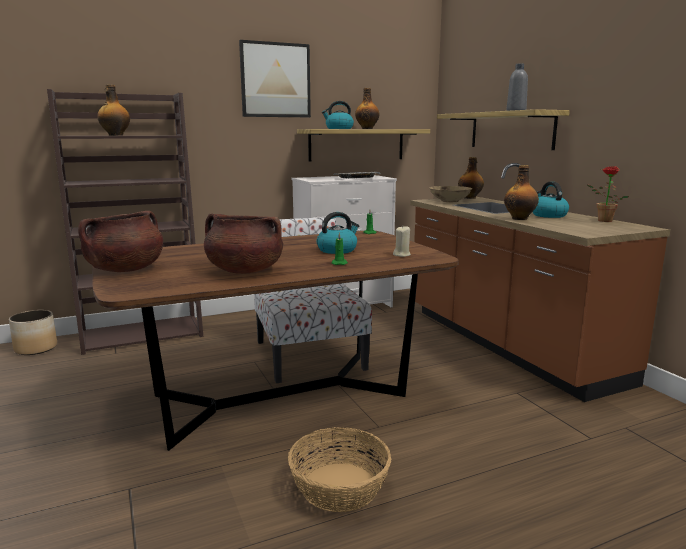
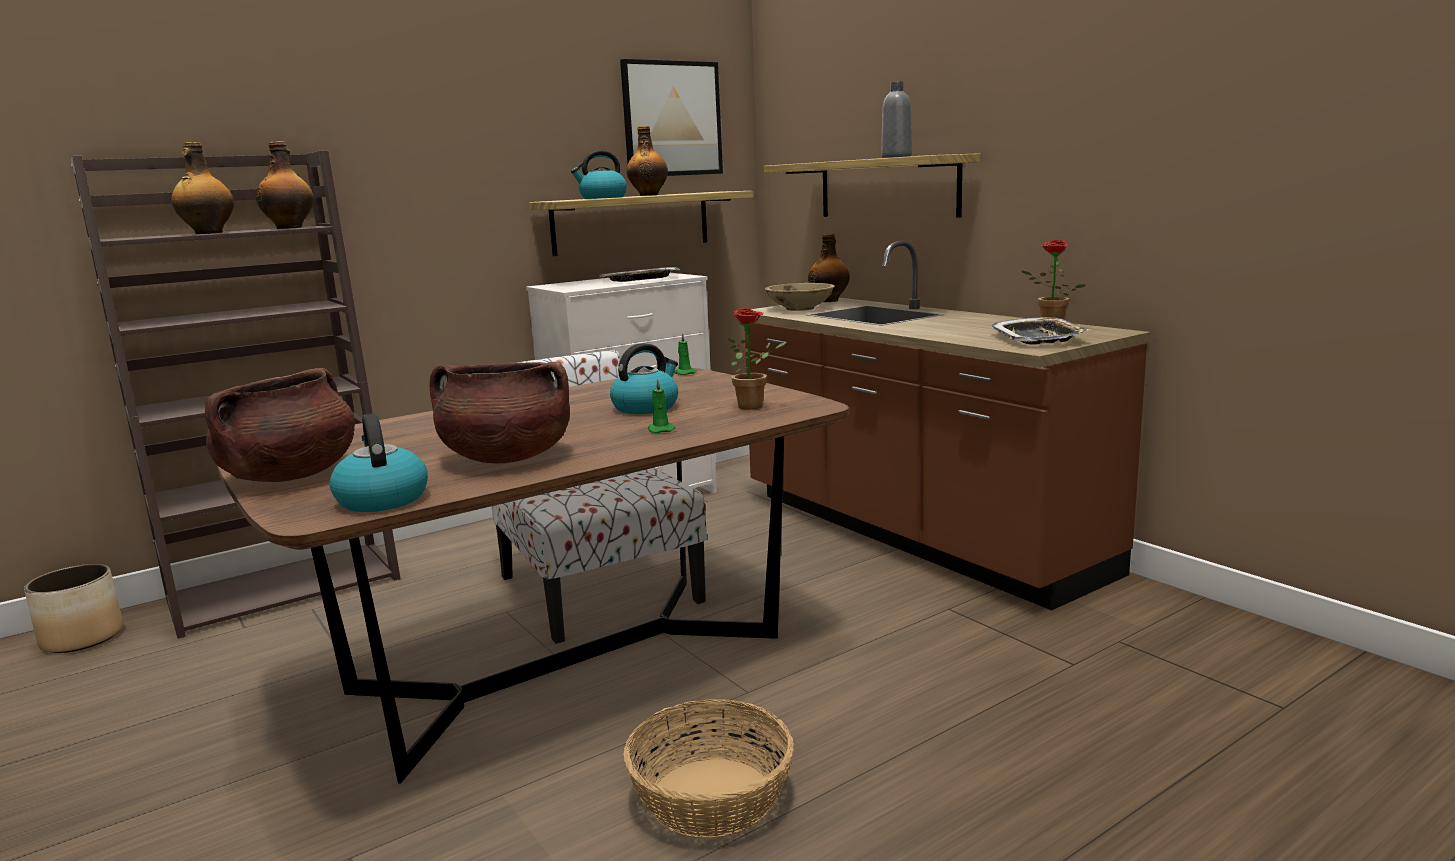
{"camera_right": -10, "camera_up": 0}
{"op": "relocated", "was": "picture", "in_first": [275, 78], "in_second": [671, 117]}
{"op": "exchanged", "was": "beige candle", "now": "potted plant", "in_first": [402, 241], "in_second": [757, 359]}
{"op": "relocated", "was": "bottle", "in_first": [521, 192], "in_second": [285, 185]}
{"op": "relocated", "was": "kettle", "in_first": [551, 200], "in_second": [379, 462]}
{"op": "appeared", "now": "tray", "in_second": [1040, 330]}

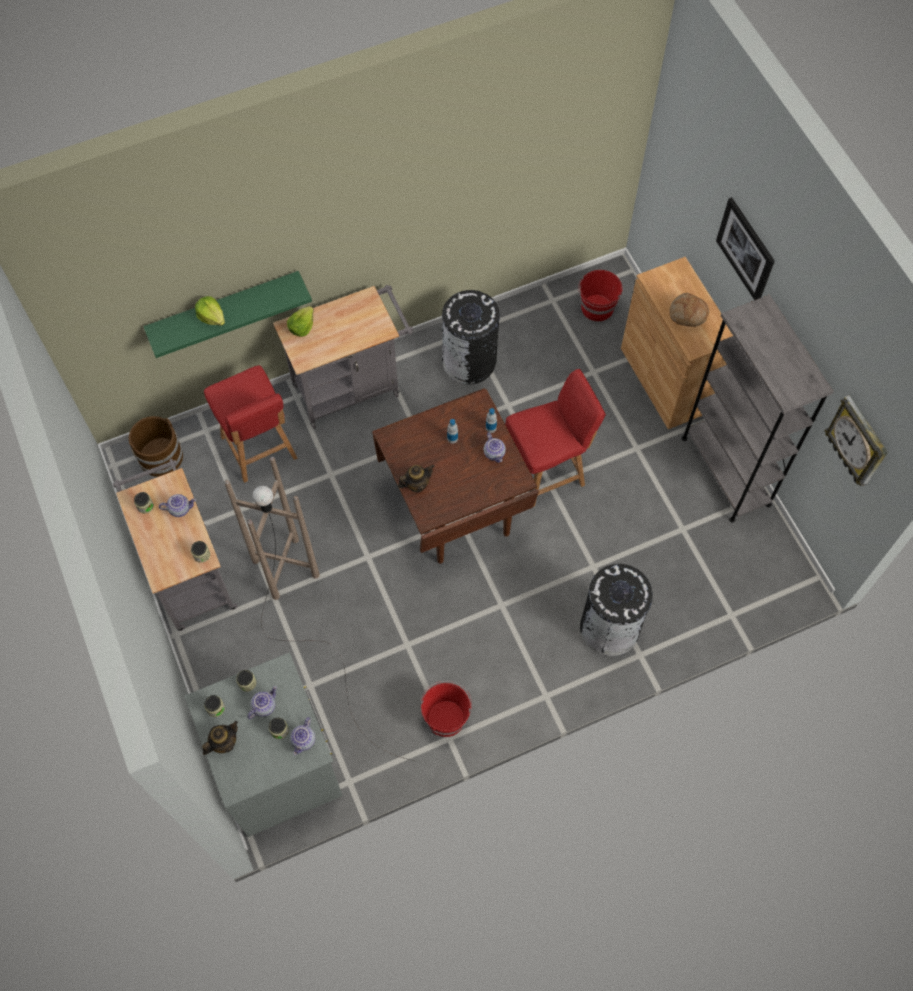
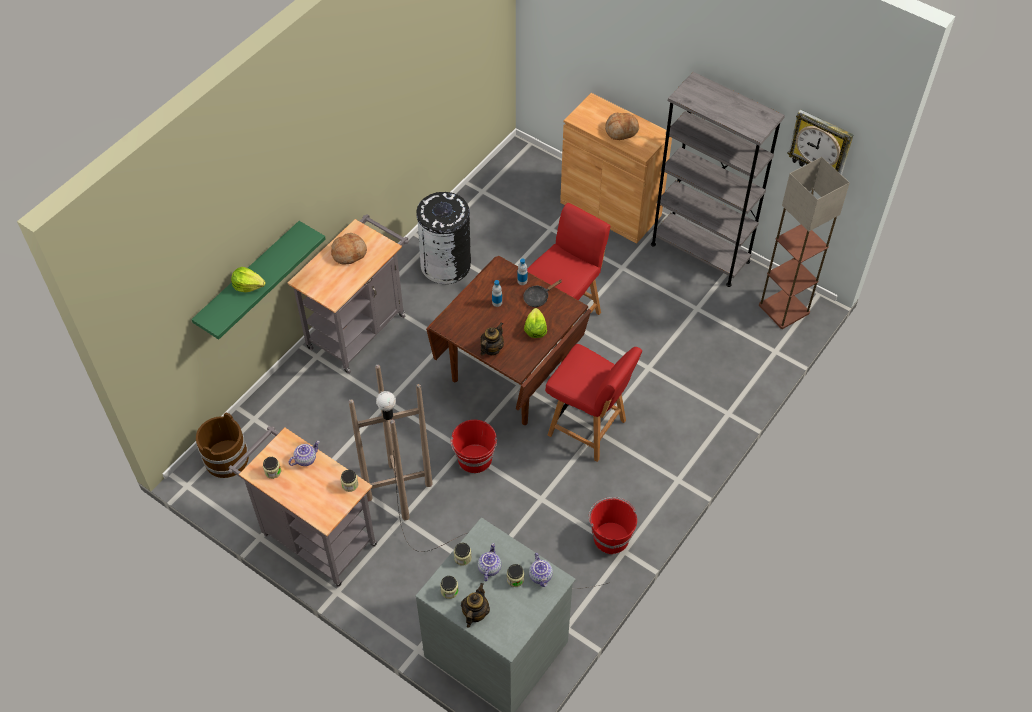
{"camera_right": -30, "camera_up": -10}
{"op": "relocated", "was": "red chair", "in_first": [250, 424], "in_second": [593, 403]}
{"op": "relocated", "was": "lettuce", "in_first": [300, 321], "in_second": [535, 323]}
{"op": "exchanged", "was": "teapot", "now": "black frying pan", "in_first": [495, 447], "in_second": [542, 293]}
{"op": "relocated", "was": "red bucket", "in_first": [600, 295], "in_second": [474, 446]}
{"op": "missing", "was": "black trash can", "in_first": [617, 610]}
{"op": "missing", "was": "picture", "in_first": [745, 248]}
{"op": "appeared", "now": "bread", "in_second": [349, 249]}
{"op": "appeared", "now": "floor lamp", "in_second": [804, 243]}

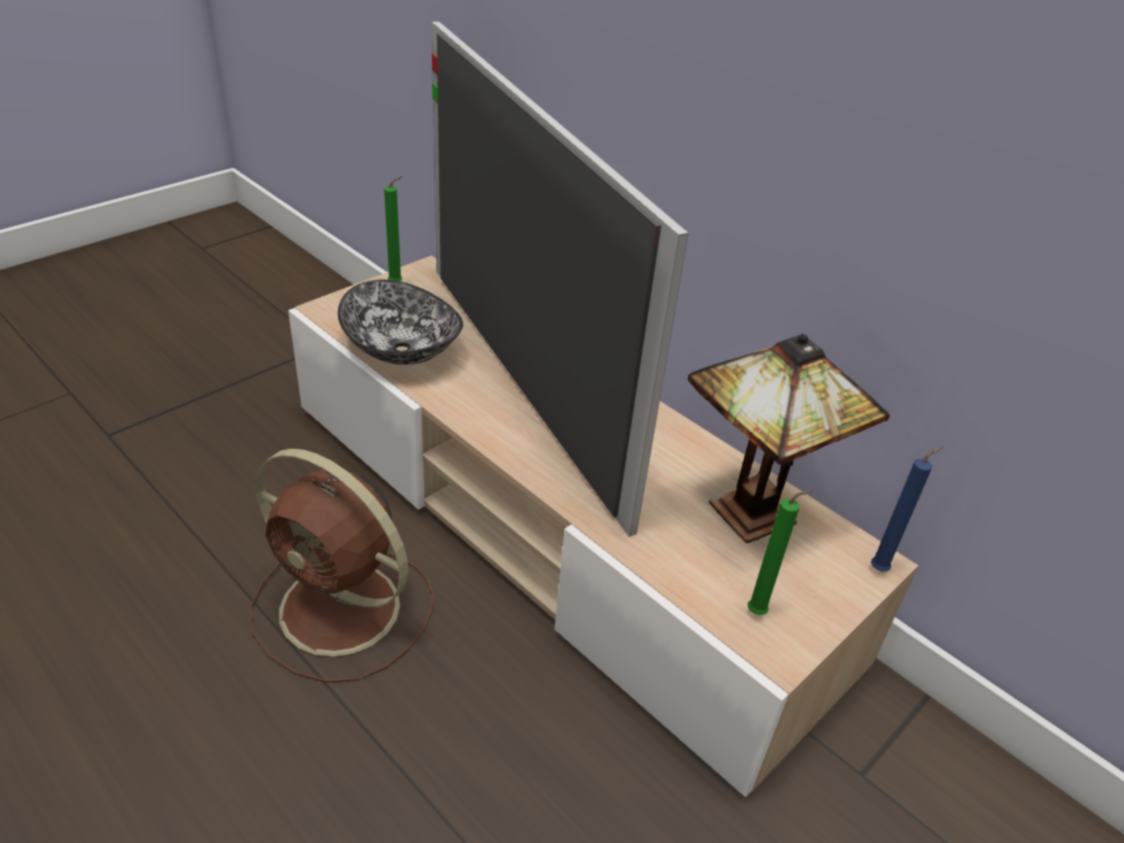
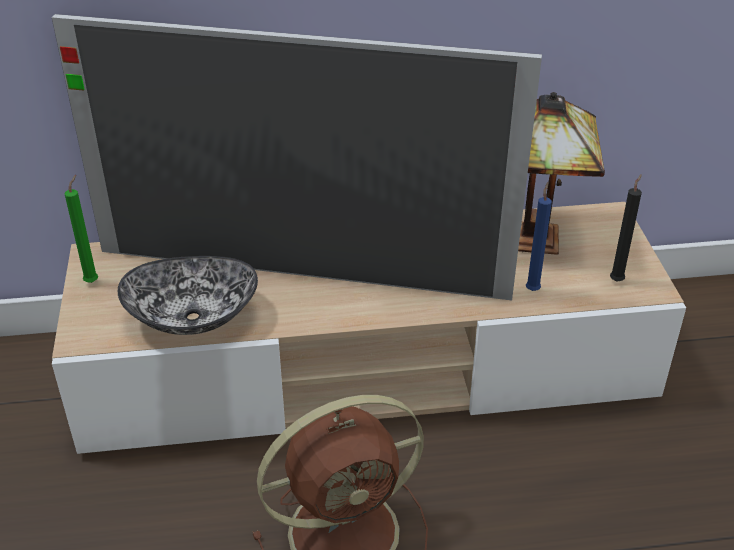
{"camera_right": -50, "camera_up": 0}
{"op": "colour", "was": "green candle", "now": "black candle", "in_first": [780, 552], "in_second": [626, 228]}
{"op": "relocated", "was": "blue candle", "in_first": [907, 509], "in_second": [539, 236]}

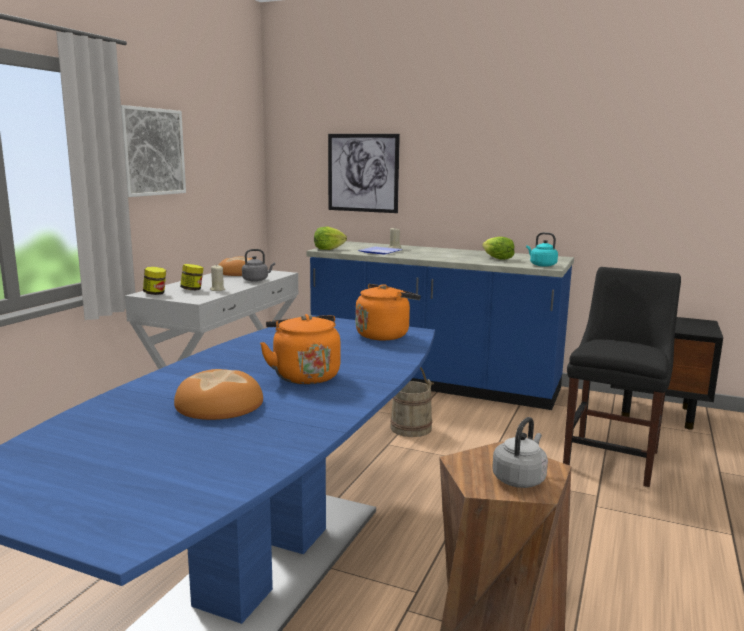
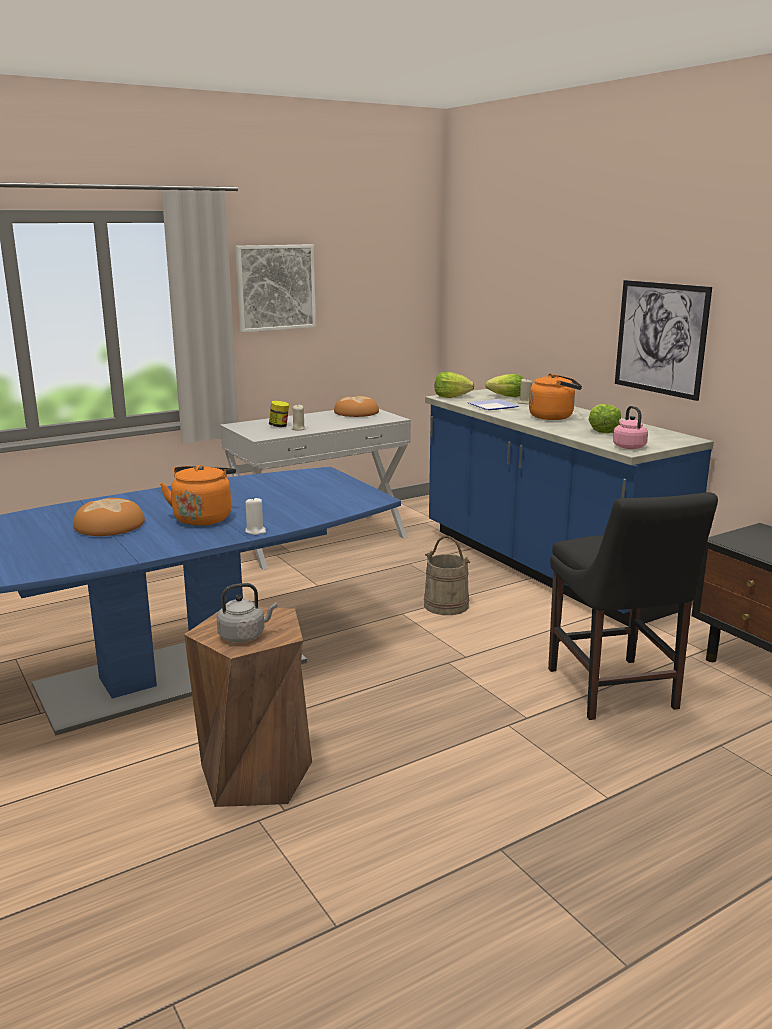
{"camera_right": 35, "camera_up": 5}
{"op": "missing", "was": "jar", "in_first": [154, 281]}
{"op": "missing", "was": "grey kettle", "in_first": [258, 265]}
{"op": "relocated", "was": "picture", "in_first": [364, 173], "in_second": [663, 340]}
{"op": "relocated", "was": "orange kettle", "in_first": [388, 312], "in_second": [555, 397]}
{"op": "colour", "was": "turquoise kettle", "now": "pink kettle", "in_first": [542, 249], "in_second": [630, 427]}
{"op": "spun", "was": "black chair", "in_first": [622, 377], "in_second": [633, 606], "clockwise": 105}
{"op": "appeared", "now": "white candle", "in_second": [255, 516]}
{"op": "appeared", "now": "lettuce", "in_second": [504, 385]}

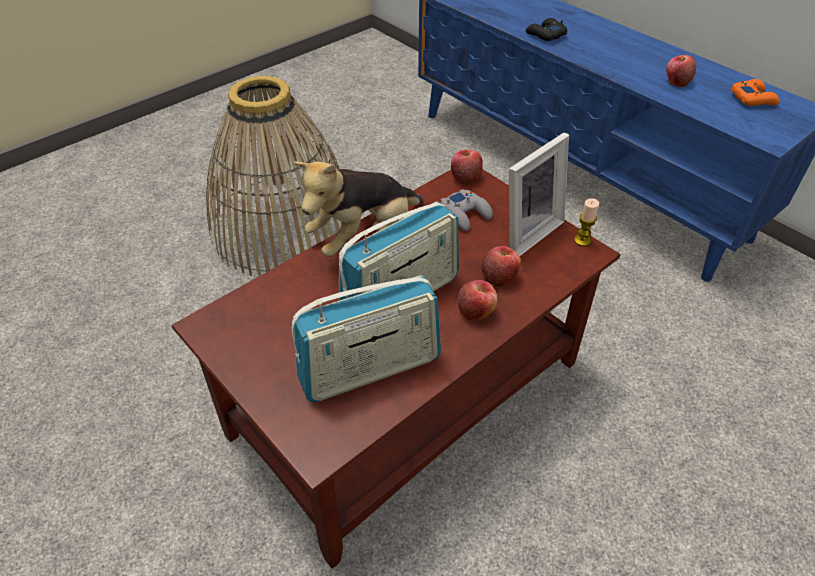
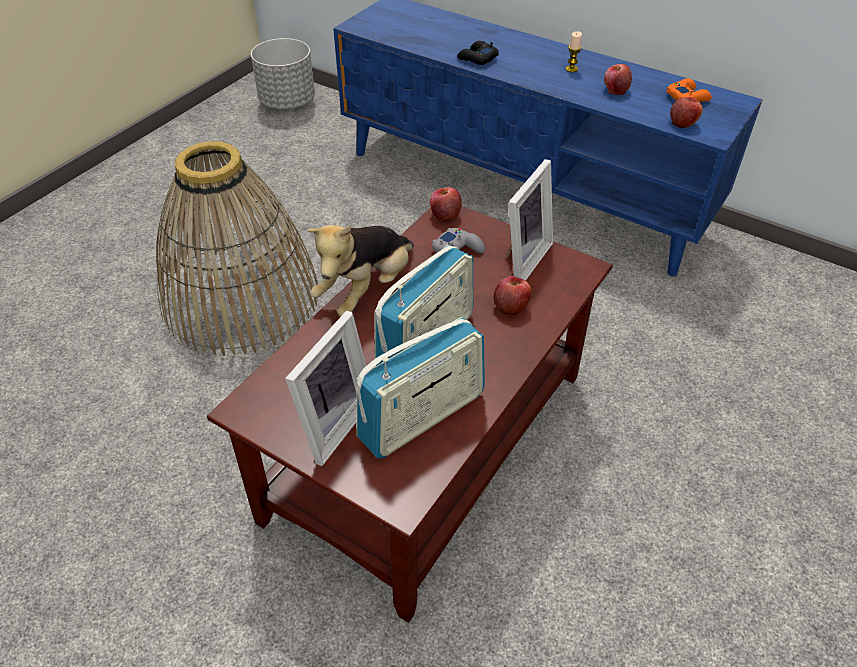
{"camera_right": -15, "camera_up": 0}
{"op": "relocated", "was": "apple", "in_first": [477, 300], "in_second": [686, 112]}
{"op": "relocated", "was": "candle", "in_first": [586, 222], "in_second": [574, 51]}
{"op": "appeared", "now": "grey planter", "in_second": [283, 73]}
{"op": "appeared", "now": "picture frame", "in_second": [325, 388]}

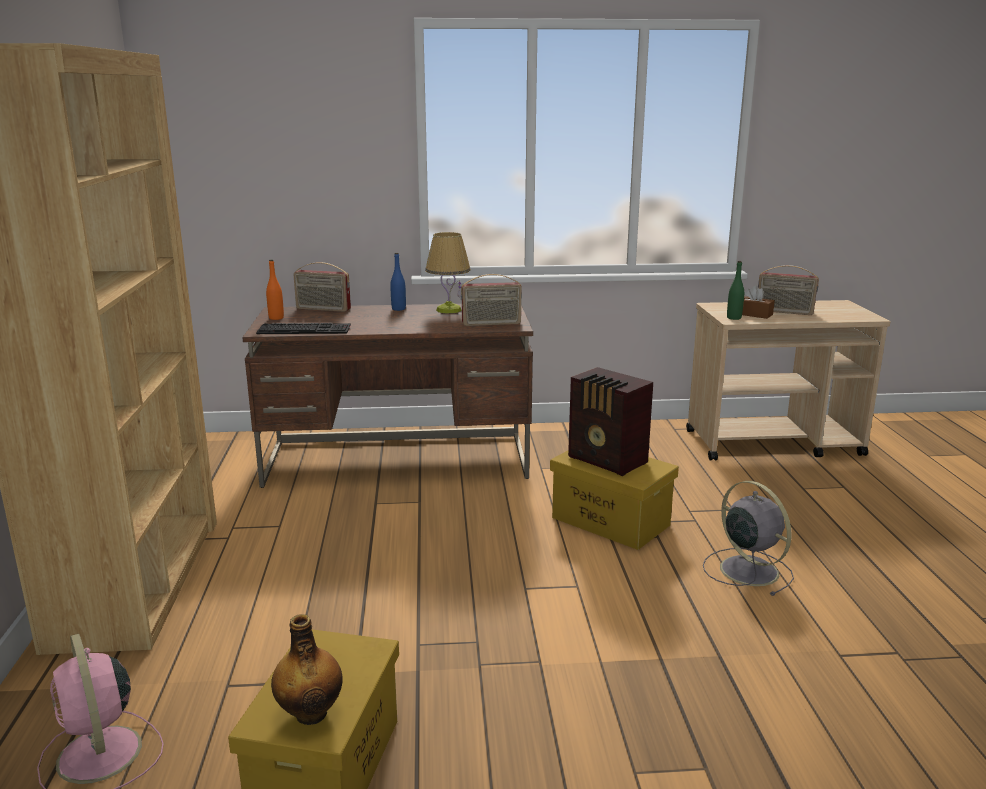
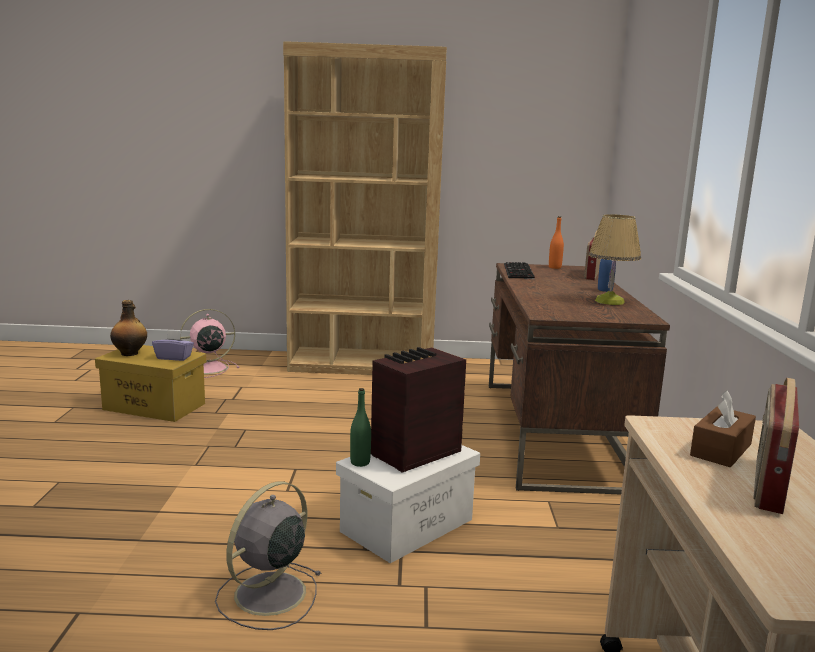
{"camera_right": 95, "camera_up": -5}
{"op": "missing", "was": "radio", "in_first": [491, 300]}
{"op": "colour", "was": "yellow storage box", "now": "white storage box", "in_first": [614, 500], "in_second": [408, 504]}
{"op": "spun", "was": "grey fan", "in_first": [748, 538], "in_second": [268, 555], "clockwise": 150}
{"op": "relocated", "was": "green bottle", "in_first": [735, 290], "in_second": [360, 427]}
{"op": "appeared", "now": "purple tissue box", "in_second": [173, 345]}

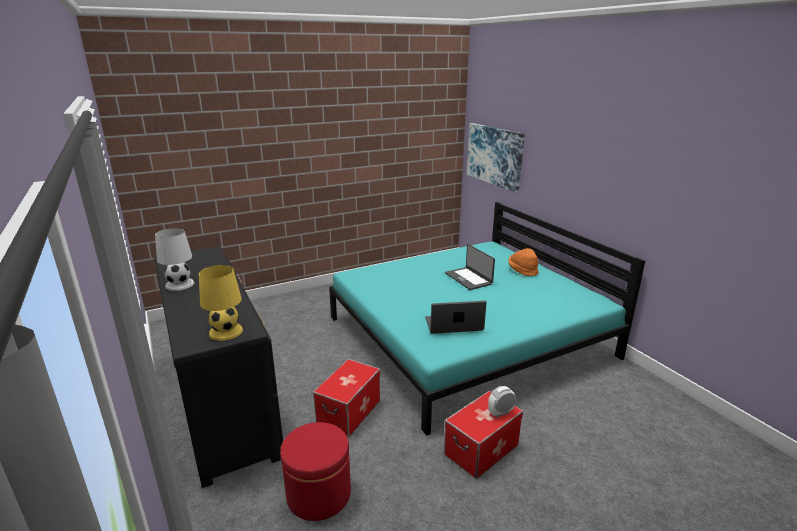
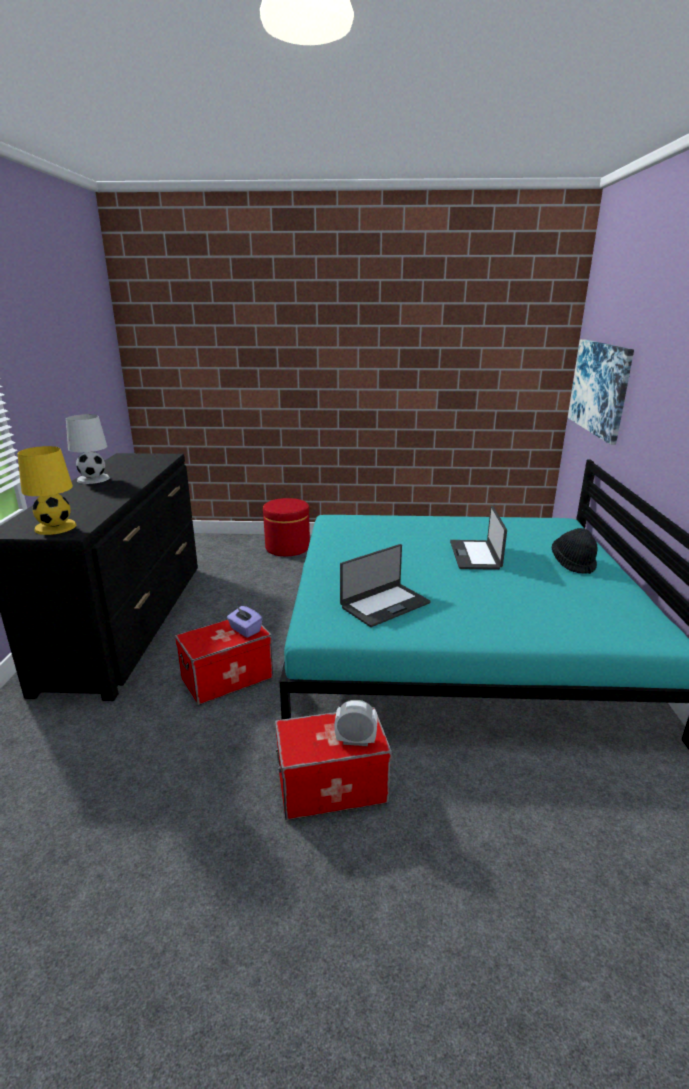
{"camera_right": 30, "camera_up": 0}
{"op": "relocated", "was": "red ottoman", "in_first": [315, 471], "in_second": [286, 527]}
{"op": "spun", "was": "laptop", "in_first": [456, 317], "in_second": [385, 585], "clockwise": 120}
{"op": "colour", "was": "orange hat", "now": "black hat", "in_first": [523, 262], "in_second": [575, 551]}
{"op": "appeared", "now": "purple tissue box", "in_second": [244, 622]}

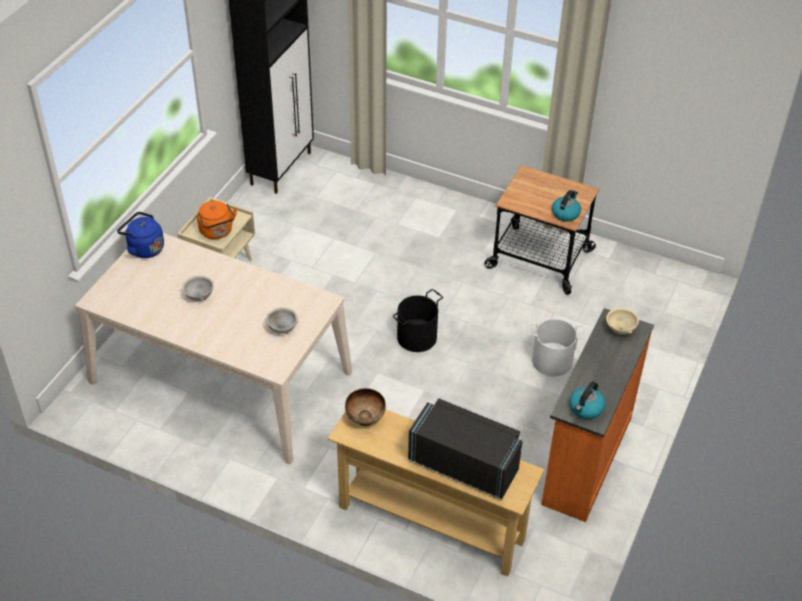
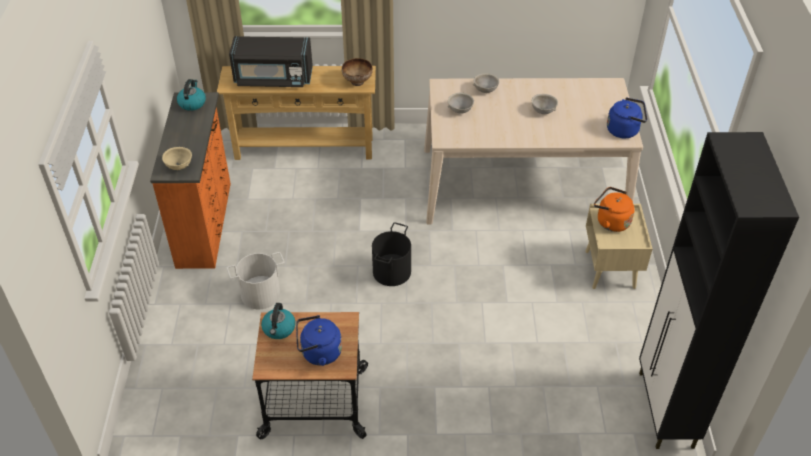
{"camera_right": 155, "camera_up": 0}
{"op": "appeared", "now": "blue kettle", "in_second": [319, 340]}
{"op": "appeared", "now": "grey bowl", "in_second": [486, 83]}

